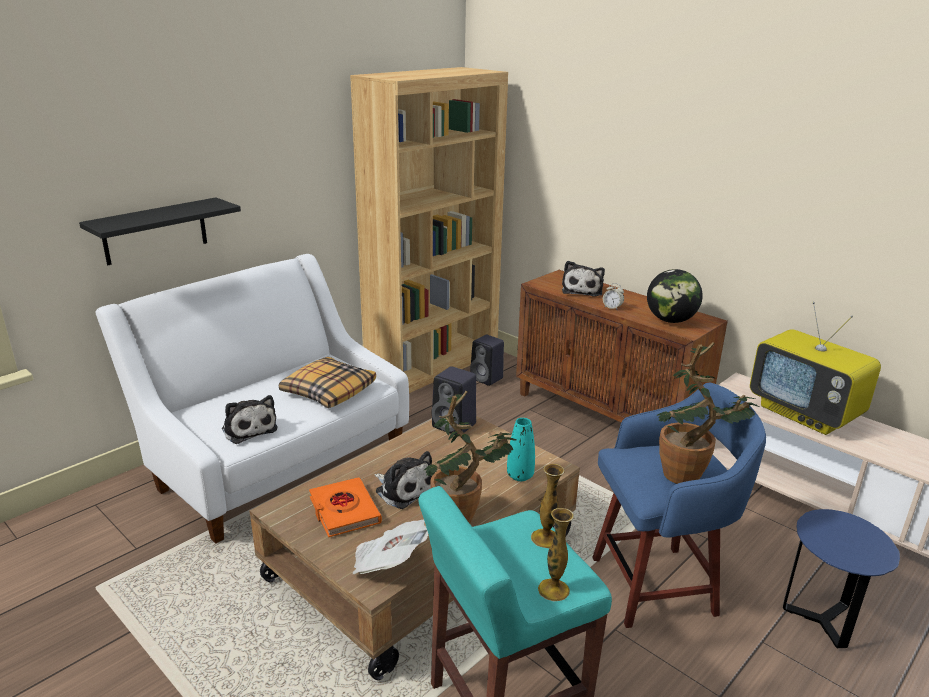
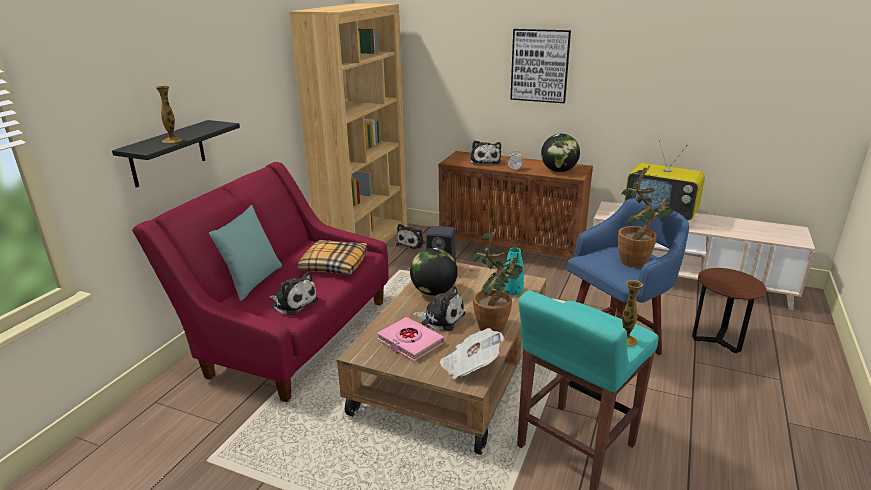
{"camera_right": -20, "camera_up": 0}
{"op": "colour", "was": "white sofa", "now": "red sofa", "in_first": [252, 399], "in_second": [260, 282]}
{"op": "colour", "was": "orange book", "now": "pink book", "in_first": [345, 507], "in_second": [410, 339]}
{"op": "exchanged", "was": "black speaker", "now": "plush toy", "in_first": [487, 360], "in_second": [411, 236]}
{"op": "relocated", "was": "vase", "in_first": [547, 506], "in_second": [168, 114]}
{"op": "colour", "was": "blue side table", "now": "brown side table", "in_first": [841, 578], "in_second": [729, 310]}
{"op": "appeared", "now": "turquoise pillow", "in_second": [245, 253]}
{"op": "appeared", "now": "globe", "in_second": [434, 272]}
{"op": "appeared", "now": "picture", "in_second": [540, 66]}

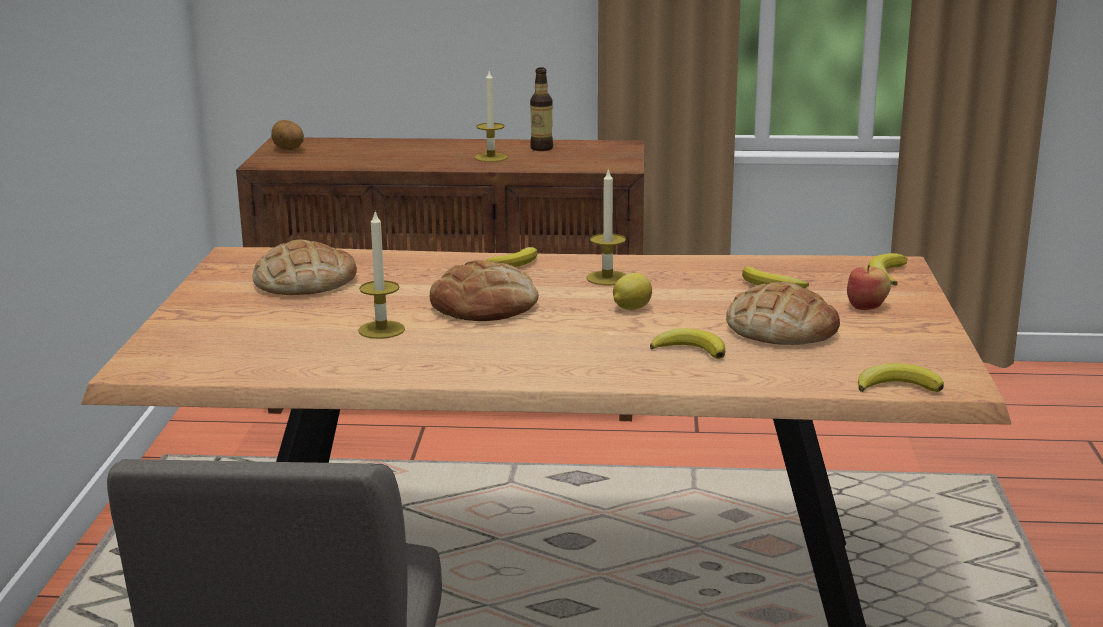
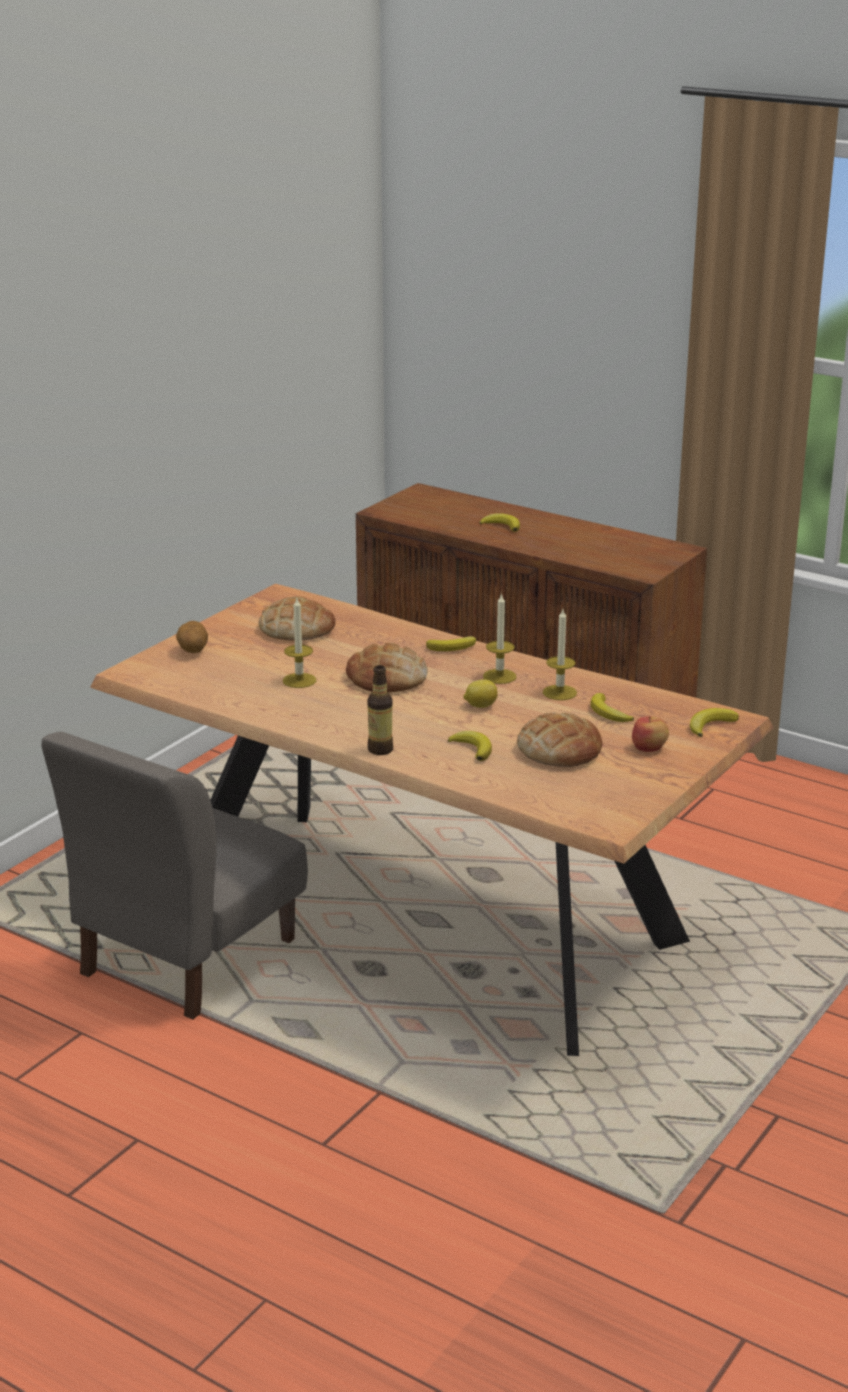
{"camera_right": 30, "camera_up": 5}
{"op": "relocated", "was": "potato", "in_first": [287, 135], "in_second": [192, 637]}
{"op": "relocated", "was": "candle", "in_first": [491, 116], "in_second": [560, 654]}
{"op": "relocated", "was": "bottle", "in_first": [541, 109], "in_second": [380, 710]}
{"op": "relocated", "was": "banana", "in_first": [901, 377], "in_second": [500, 522]}

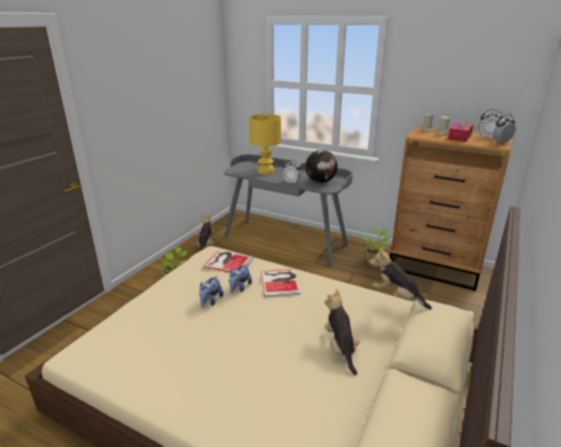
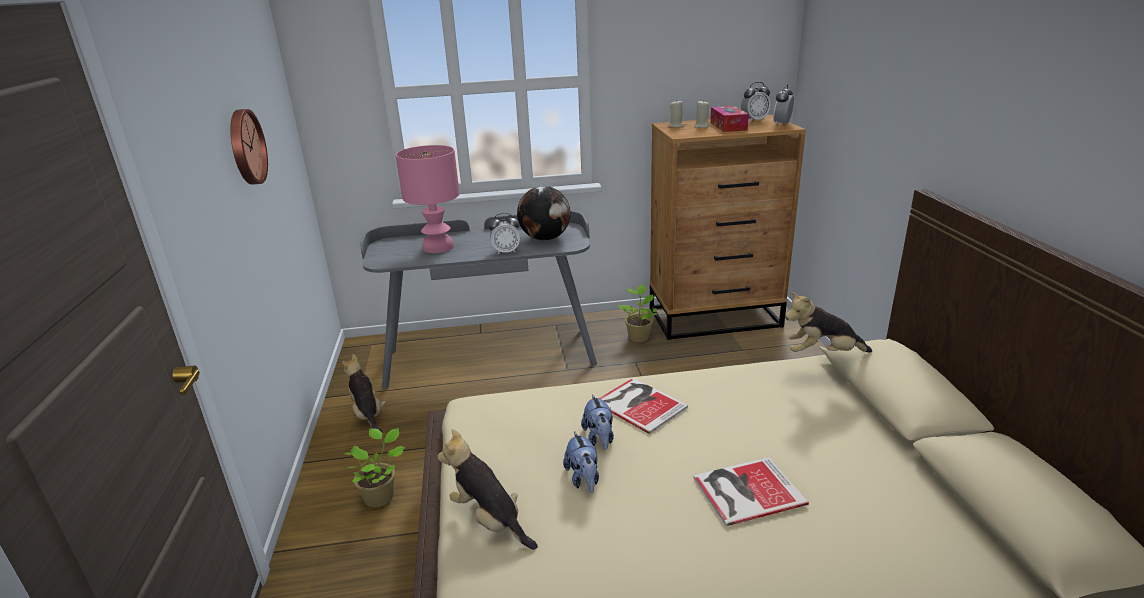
{"camera_right": -35, "camera_up": 0}
{"op": "relocated", "was": "book", "in_first": [228, 261], "in_second": [751, 491]}
{"op": "colour", "was": "yellow table lamp", "now": "pink table lamp", "in_first": [265, 144], "in_second": [428, 199]}
{"op": "relocated", "was": "plush toy", "in_first": [342, 332], "in_second": [487, 489]}
{"op": "appeared", "now": "wall clock", "in_second": [249, 147]}

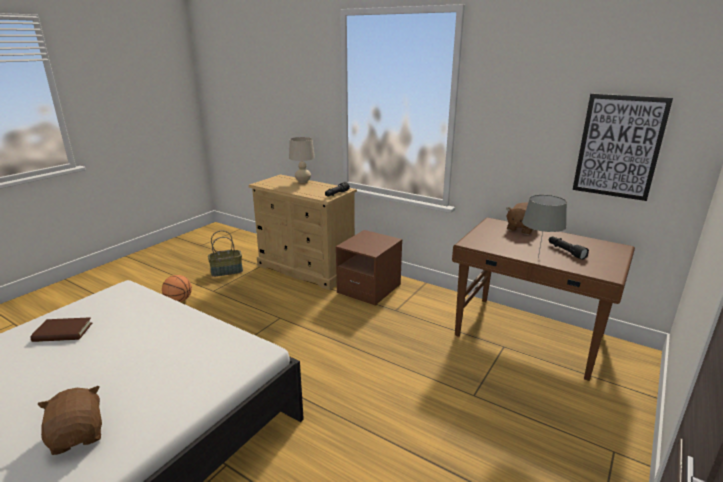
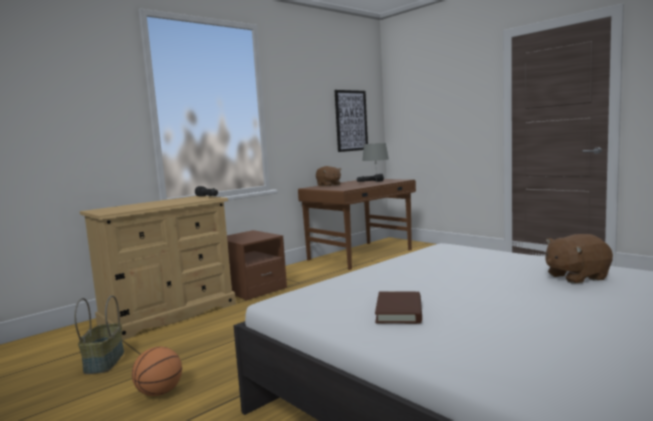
{"camera_right": -75, "camera_up": -15}
{"op": "missing", "was": "beige table lamp", "in_first": [302, 160]}

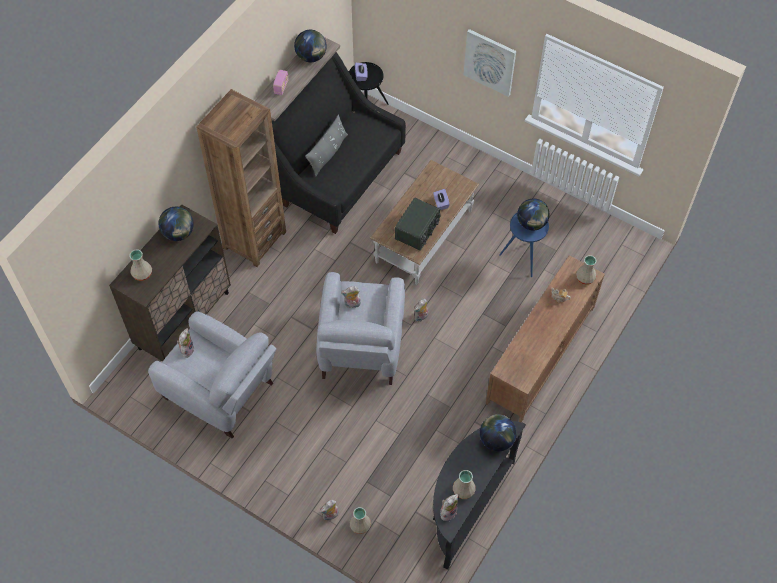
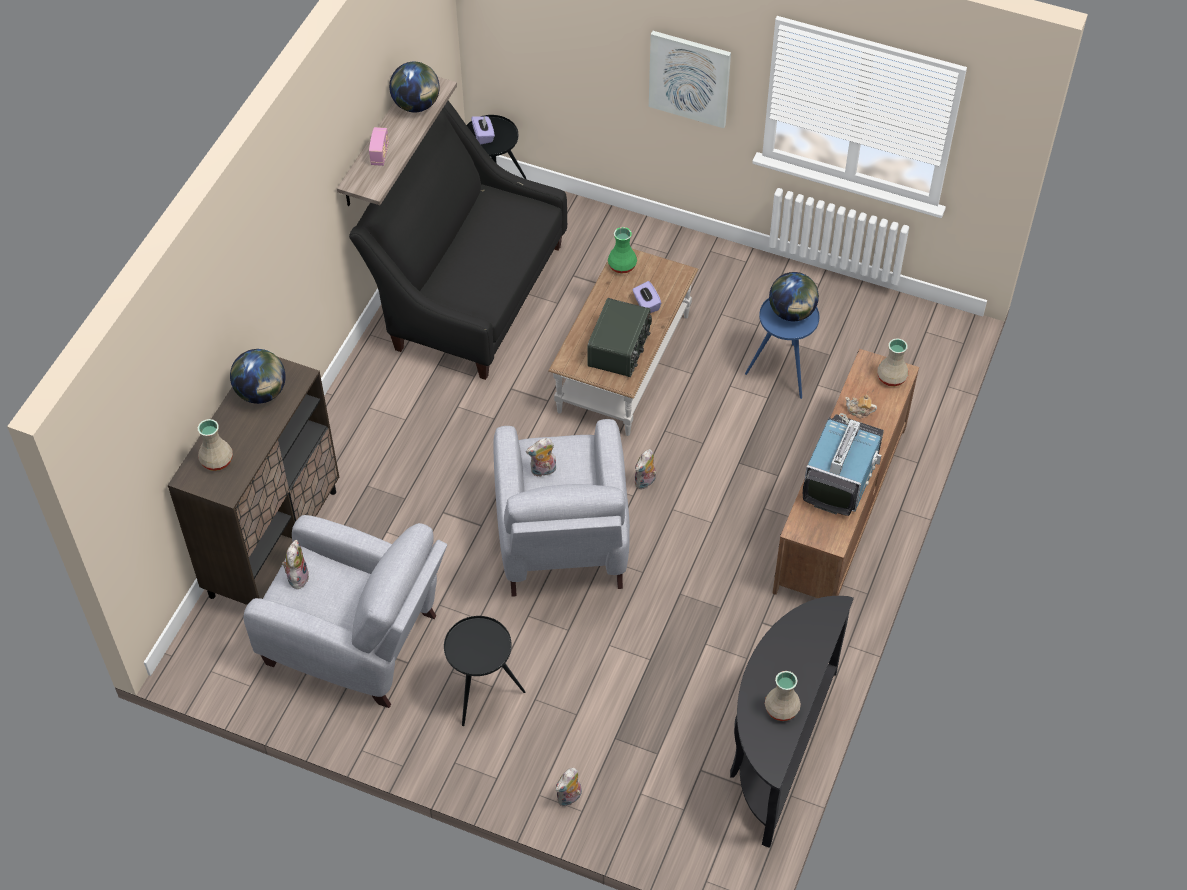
{"camera_right": -10, "camera_up": -5}
{"op": "missing", "was": "brown bookcase", "in_first": [241, 178]}
{"op": "missing", "was": "grey pillow", "in_first": [326, 145]}
{"op": "missing", "was": "beige vase", "in_first": [360, 520]}
{"op": "missing", "was": "plush toy", "in_first": [449, 507]}
{"op": "missing", "was": "globe", "in_first": [498, 432]}
{"op": "appeared", "now": "black side table", "in_second": [485, 671]}
{"op": "appeared", "now": "green vase", "in_second": [622, 250]}
{"op": "appeared", "now": "television", "in_second": [843, 464]}

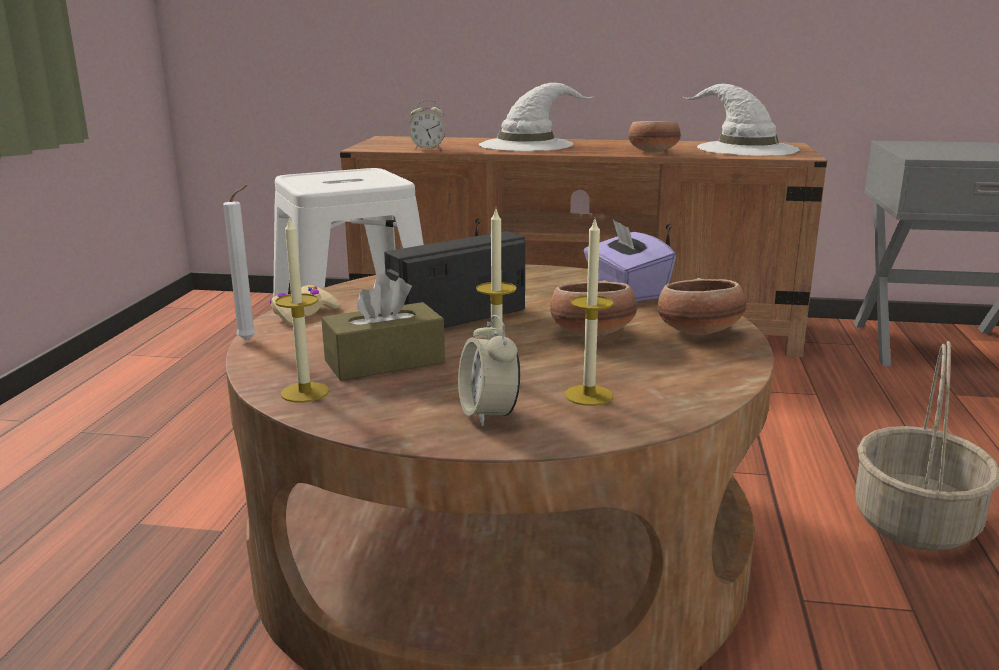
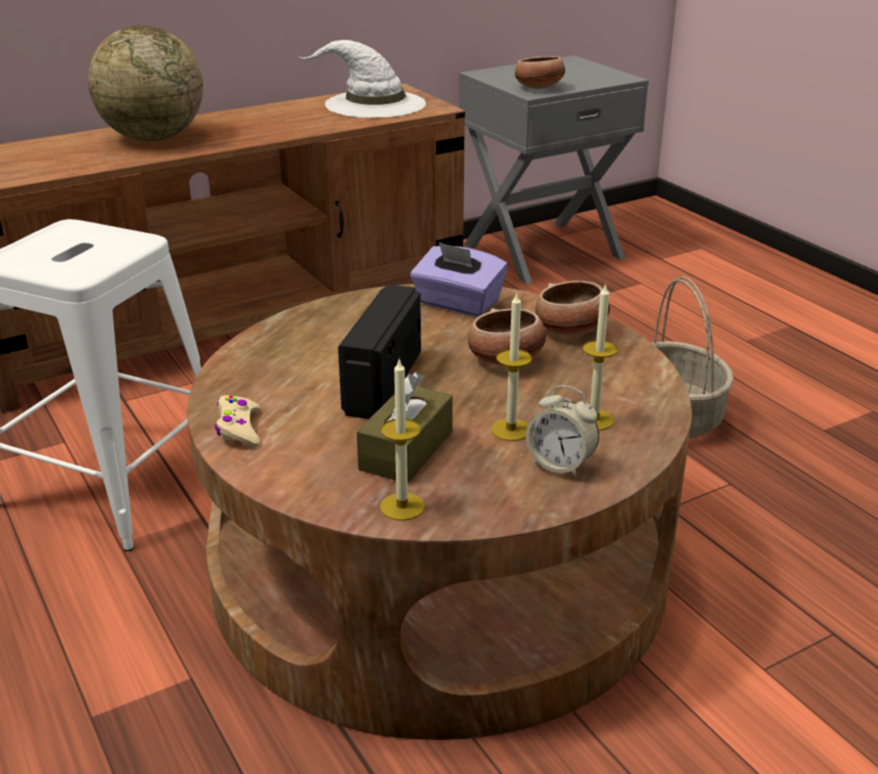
{"camera_right": -40, "camera_up": 10}
{"op": "missing", "was": "white candle", "in_first": [239, 262]}
{"op": "missing", "was": "alarm clock", "in_first": [427, 125]}
{"op": "exchanged", "was": "white hat", "now": "globe", "in_first": [536, 117], "in_second": [145, 83]}
{"op": "relocated", "was": "bowl", "in_first": [654, 137], "in_second": [540, 72]}

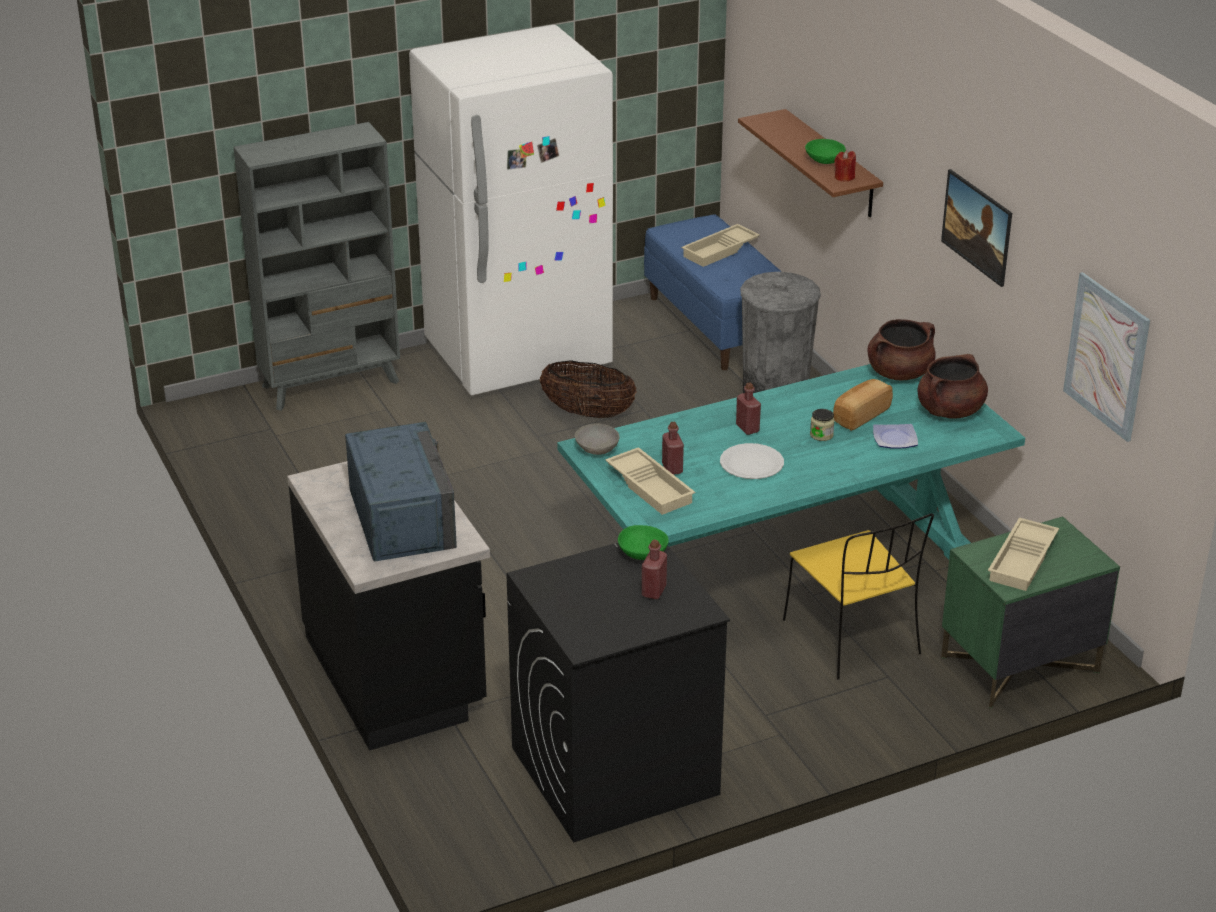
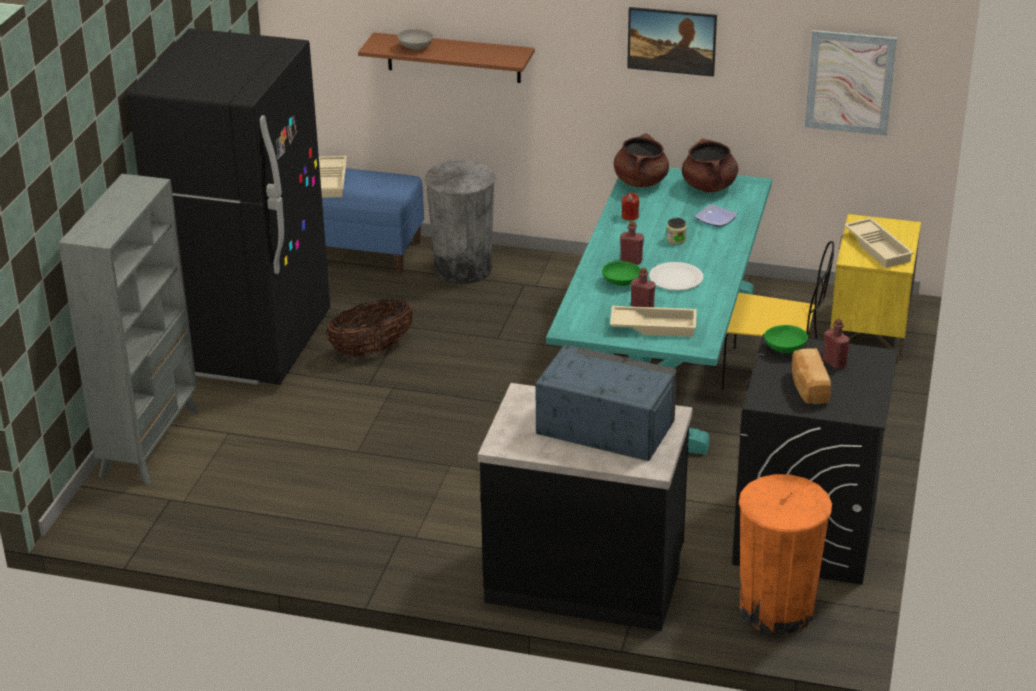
{"camera_right": -50, "camera_up": 0}
{"op": "colour", "was": "white fridge", "now": "black fridge", "in_first": [511, 210], "in_second": [228, 206]}
{"op": "relocated", "was": "grey bowl", "in_first": [597, 439], "in_second": [415, 39]}
{"op": "relocated", "was": "green bowl", "in_first": [825, 151], "in_second": [621, 273]}
{"op": "relocated", "was": "bread", "in_first": [863, 405], "in_second": [811, 376]}
{"op": "relocated", "was": "red candle", "in_first": [845, 165], "in_second": [630, 206]}
{"op": "colour", "was": "green nightstand", "now": "yellow nightstand", "in_first": [1030, 612], "in_second": [875, 288]}
{"op": "appeared", "now": "orange trash can", "in_second": [785, 554]}

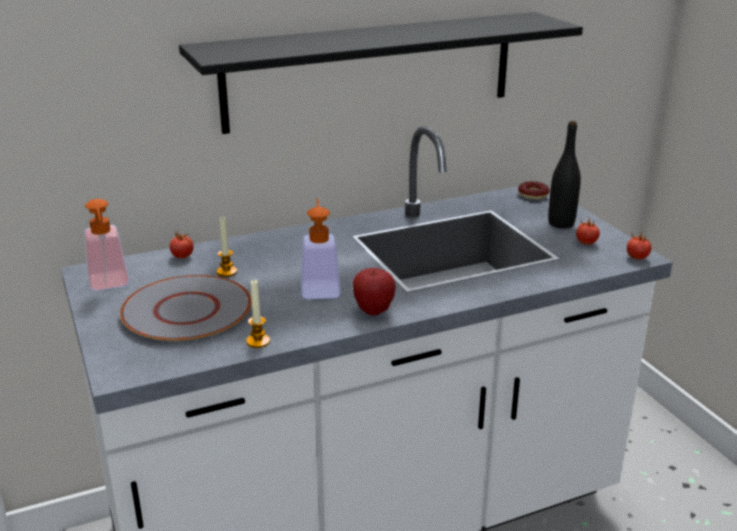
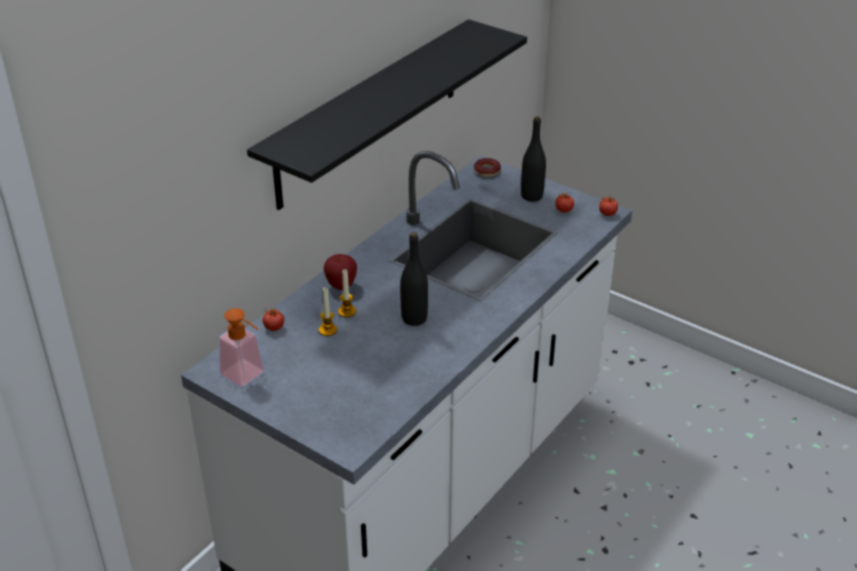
{"camera_right": -30, "camera_up": 10}
{"op": "missing", "was": "grey plate", "in_first": [186, 308]}
{"op": "relocated", "was": "candle", "in_first": [258, 314], "in_second": [347, 293]}
{"op": "exchanged", "was": "soap dispenser", "now": "black bottle", "in_first": [321, 248], "in_second": [414, 279]}
{"op": "relocated", "was": "apple", "in_first": [374, 292], "in_second": [340, 272]}

